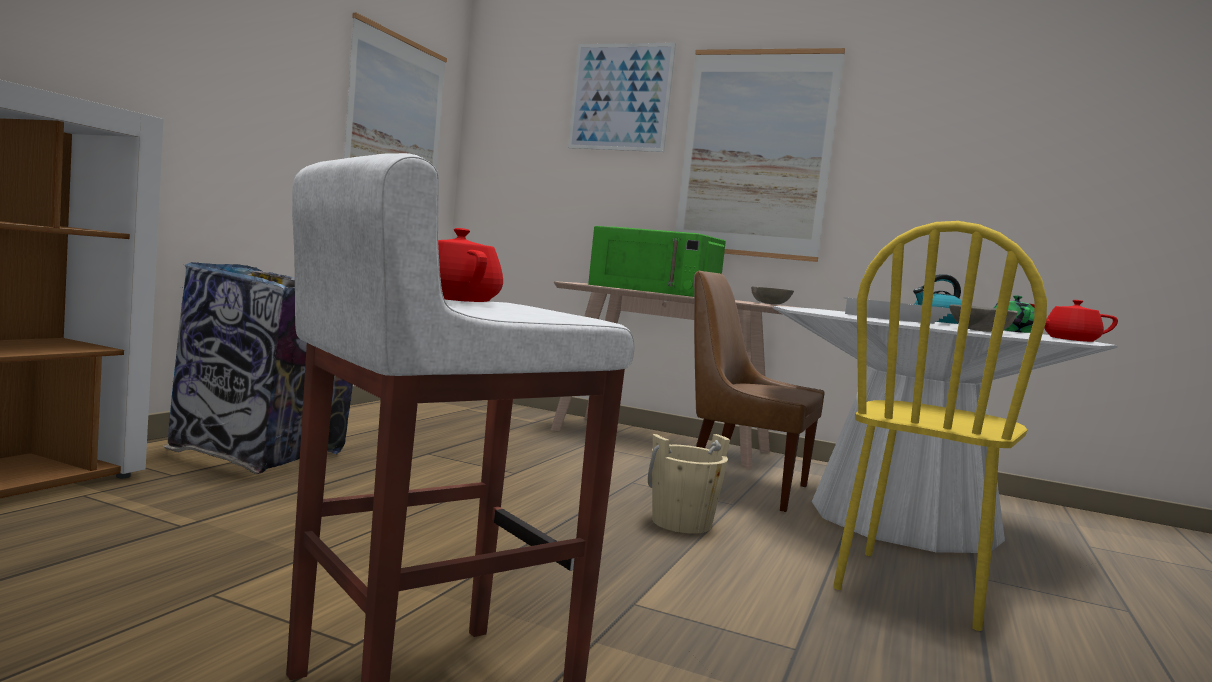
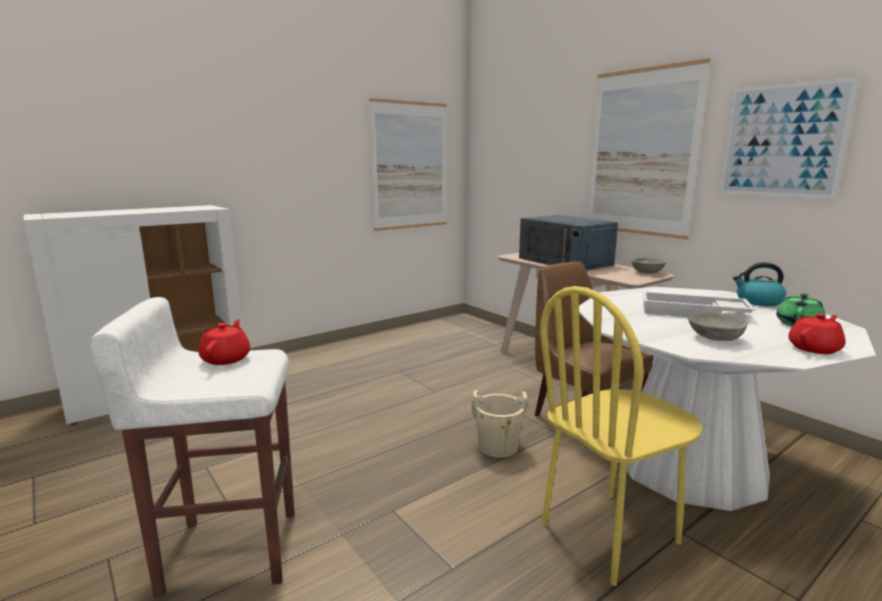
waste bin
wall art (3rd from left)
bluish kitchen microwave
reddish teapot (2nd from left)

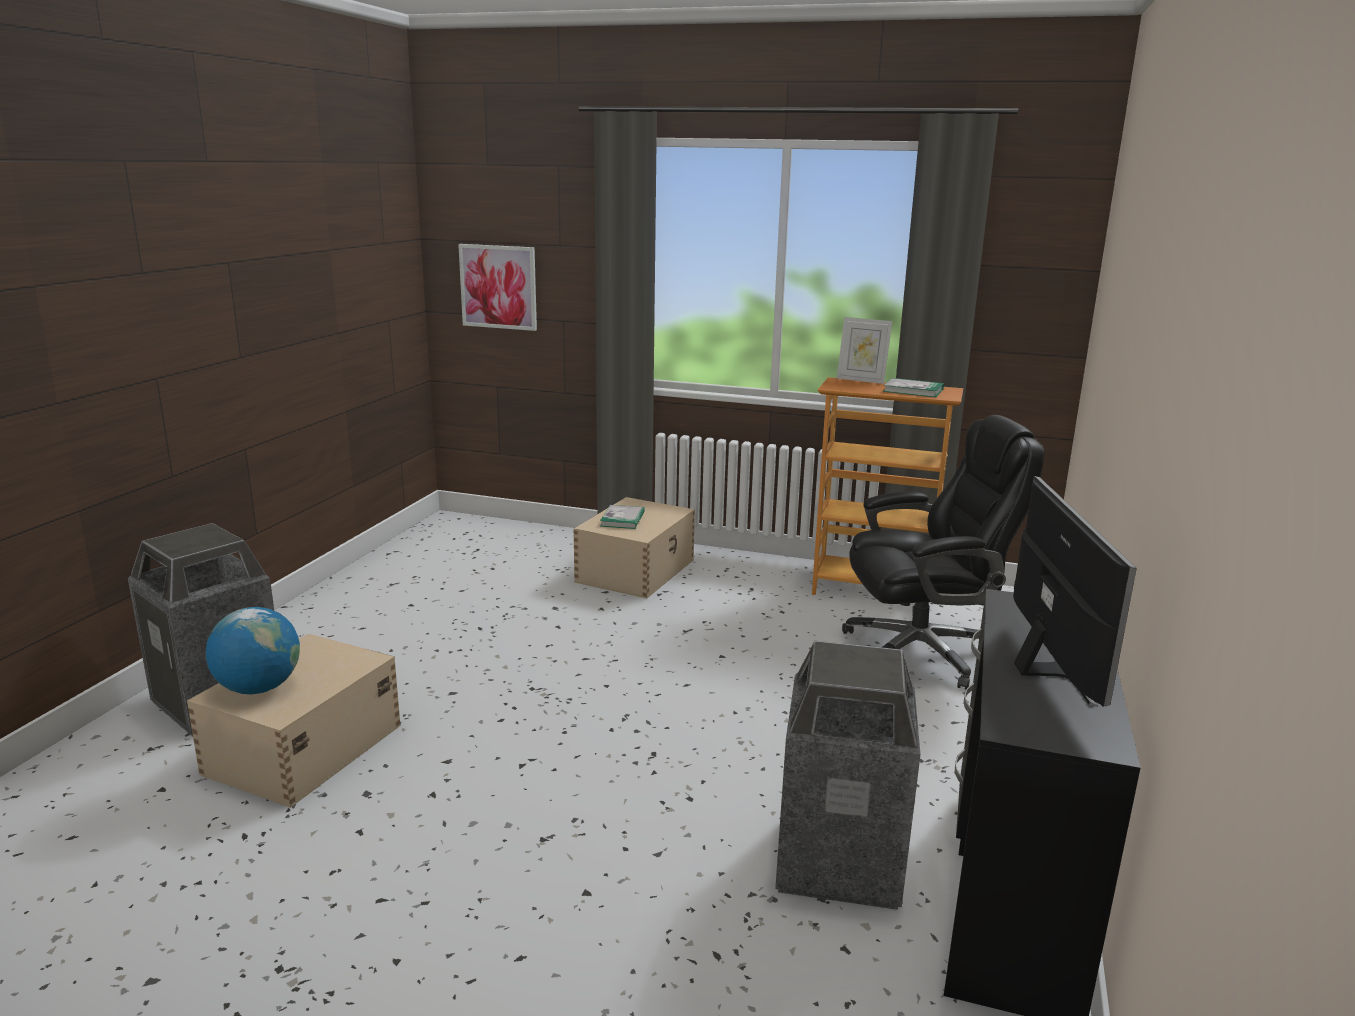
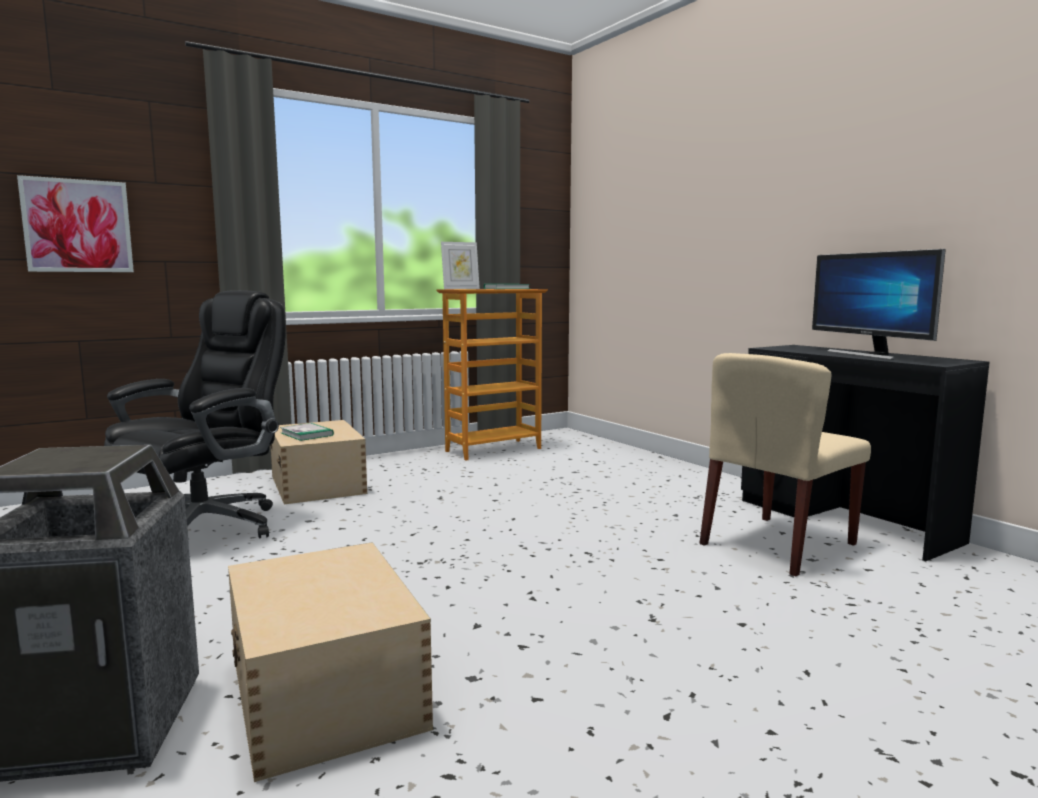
globe
sand-coloured upright chair
blackish desk chair
computer screen

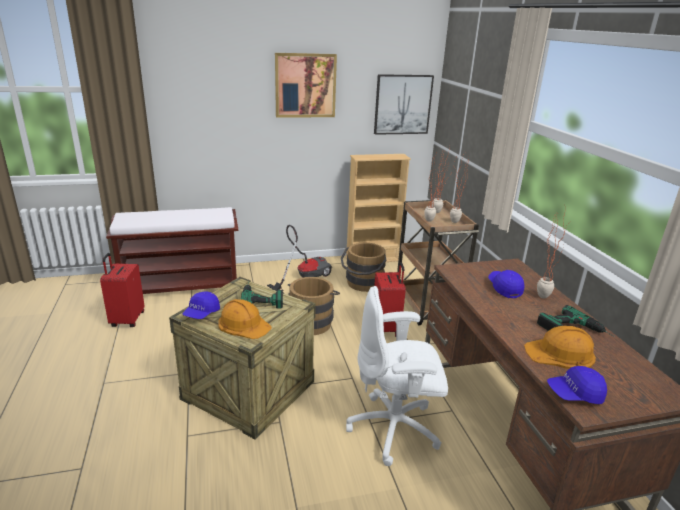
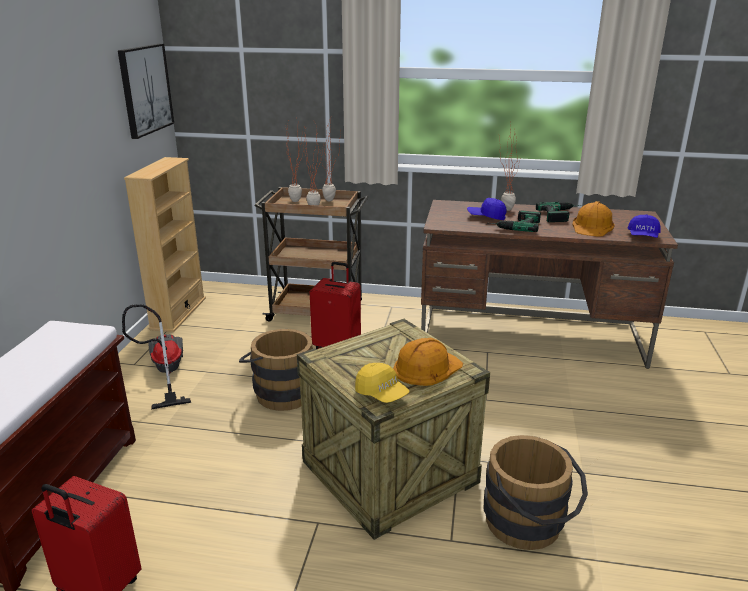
yellow-coloured baseball cap
drill (1st from left)
wall art (1st from left in the first image)
brown pail (2nd from left)
white-coloured desk chair

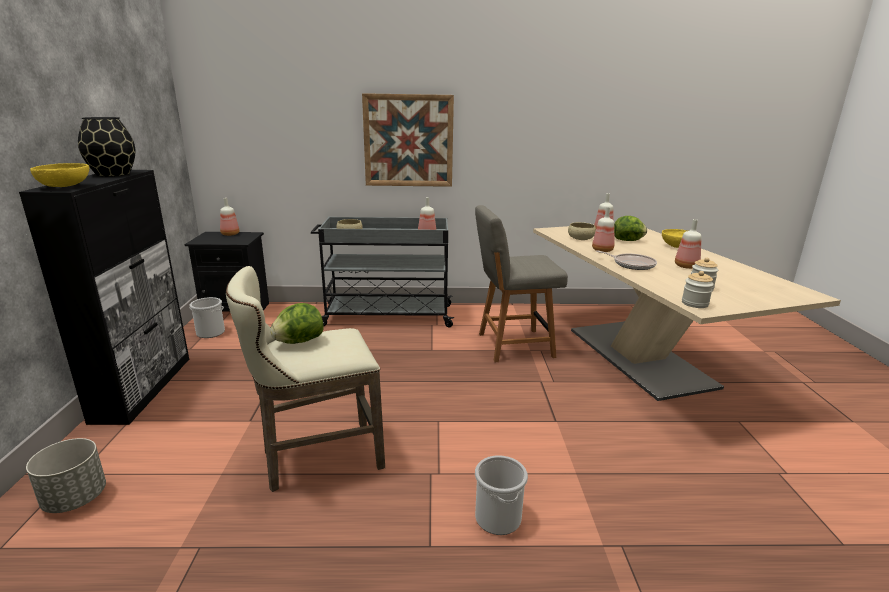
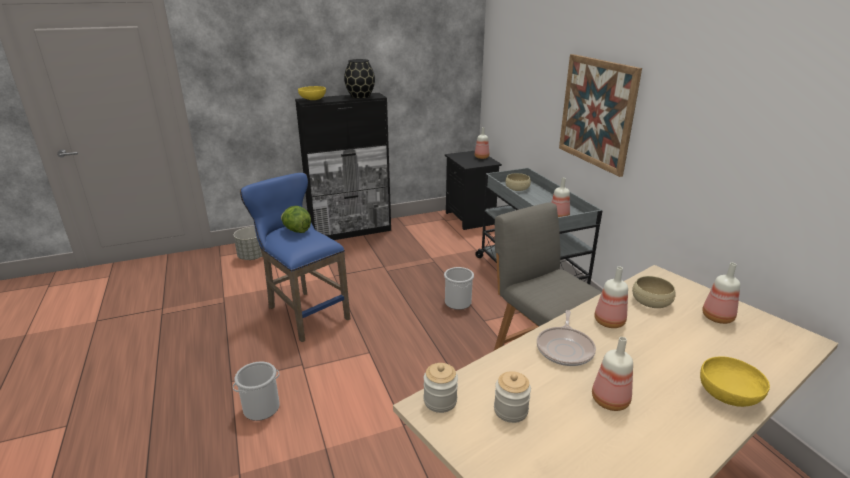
pail (2nd from left)
bluish sitting stool
lettuce (2nd from left in the first image)

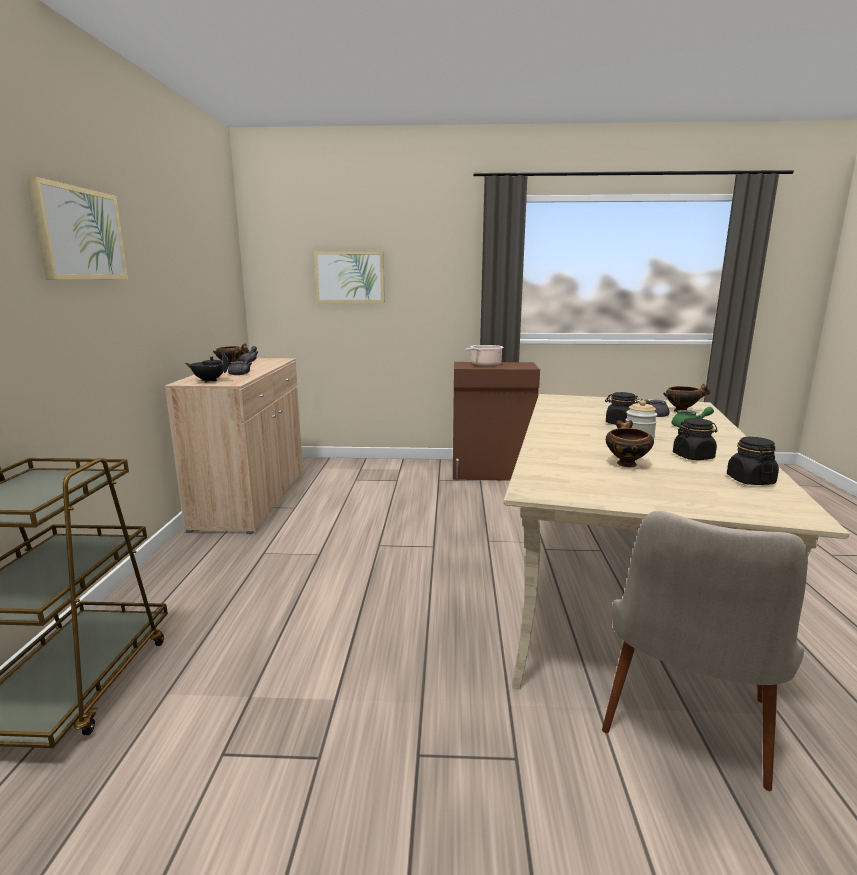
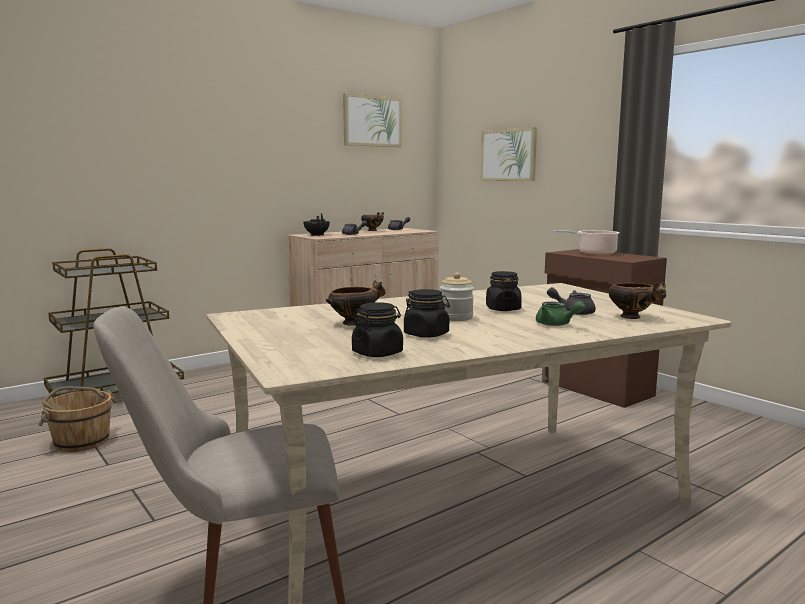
wall art (1st from left)
brown pail

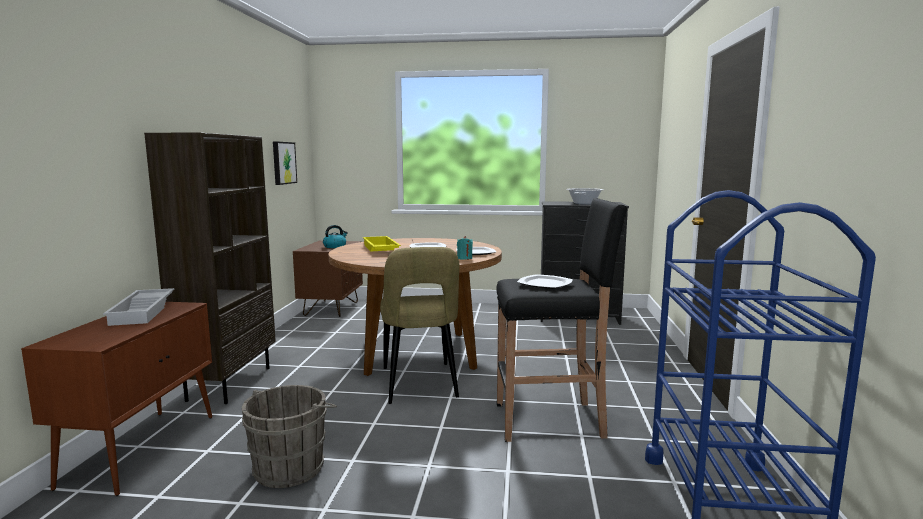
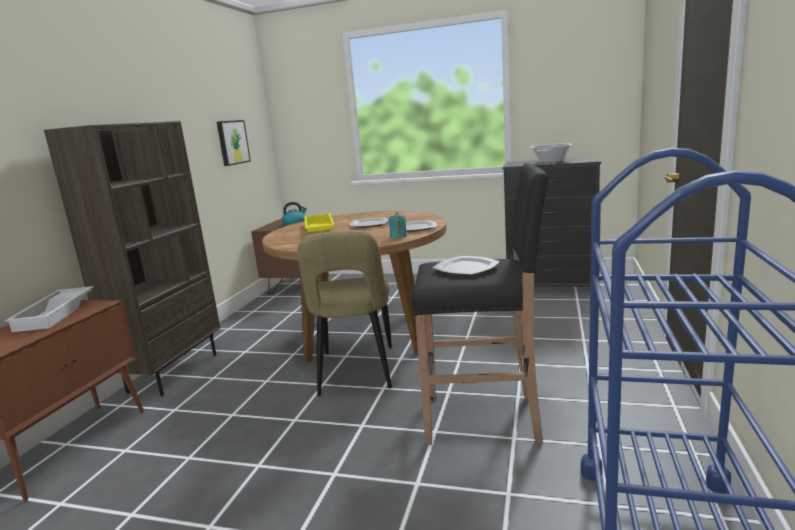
grey pail

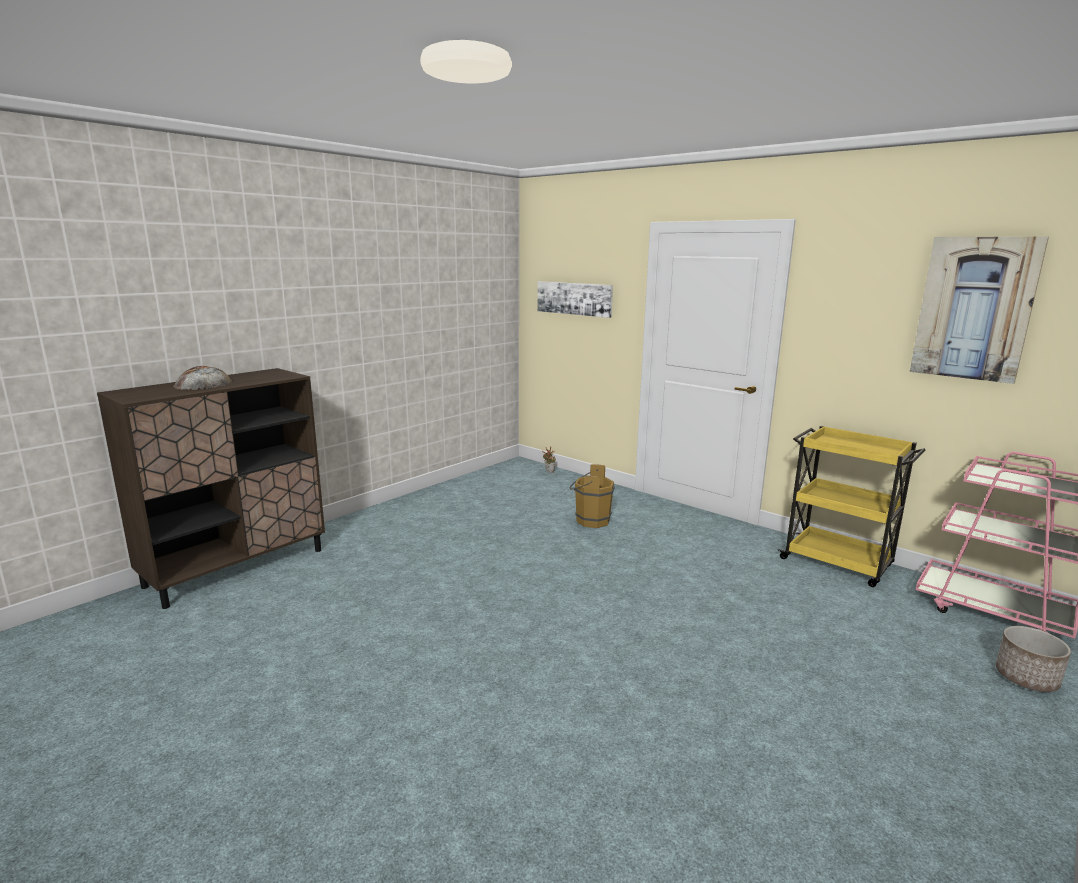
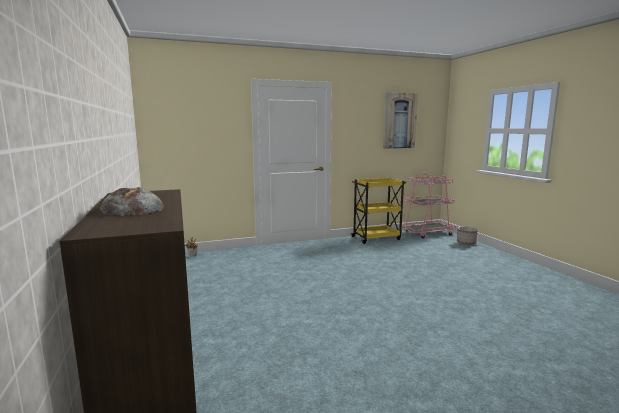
wall art (1st from left in the first image)
brown pail

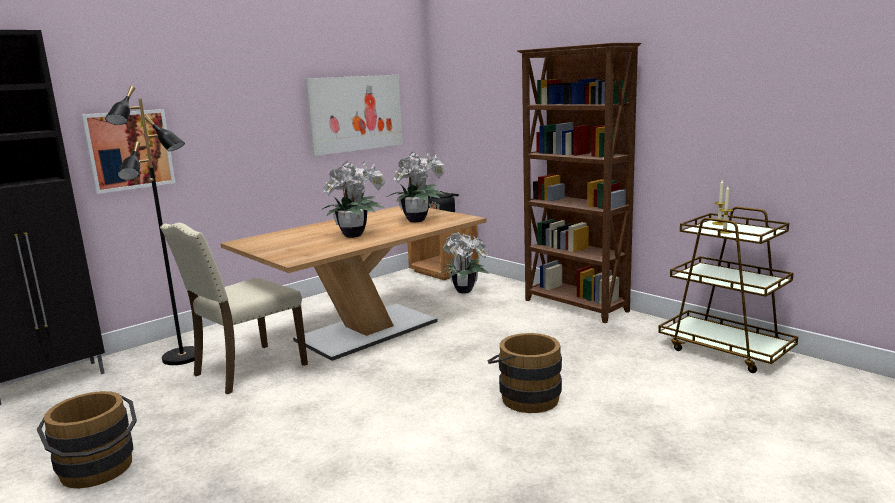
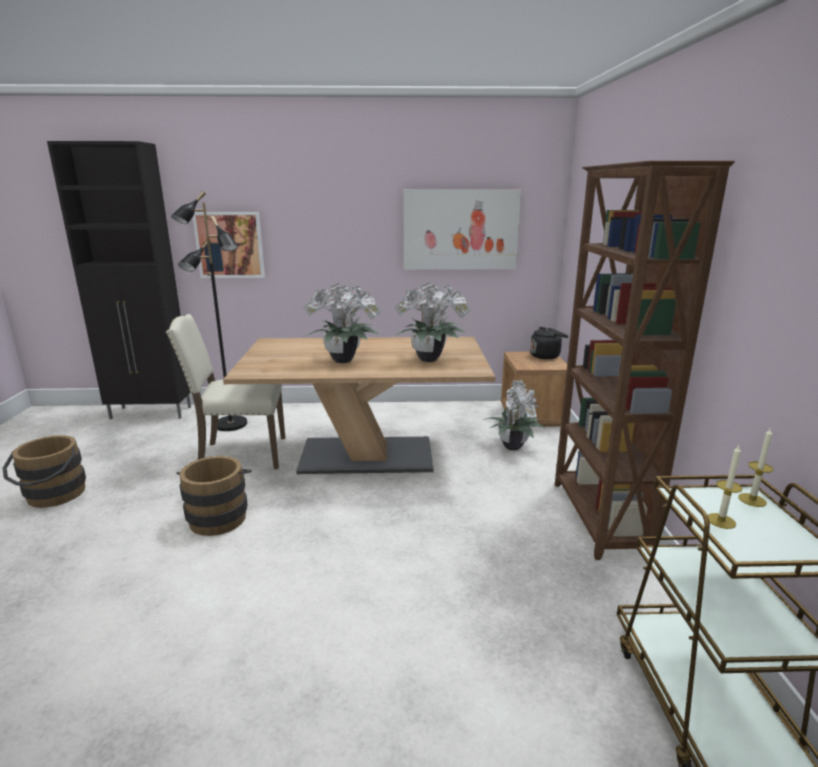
brown pail (2nd from left)

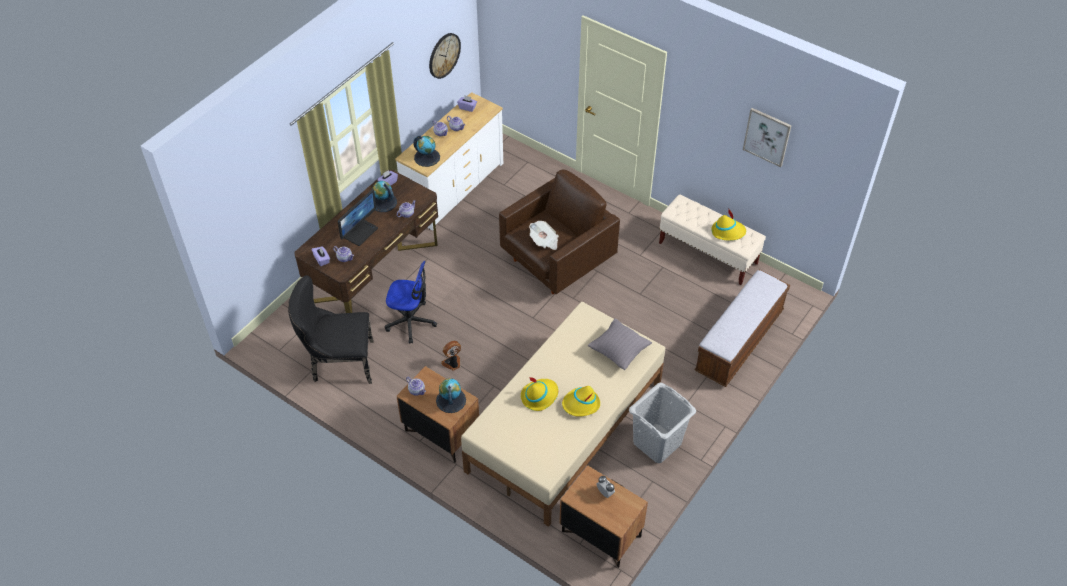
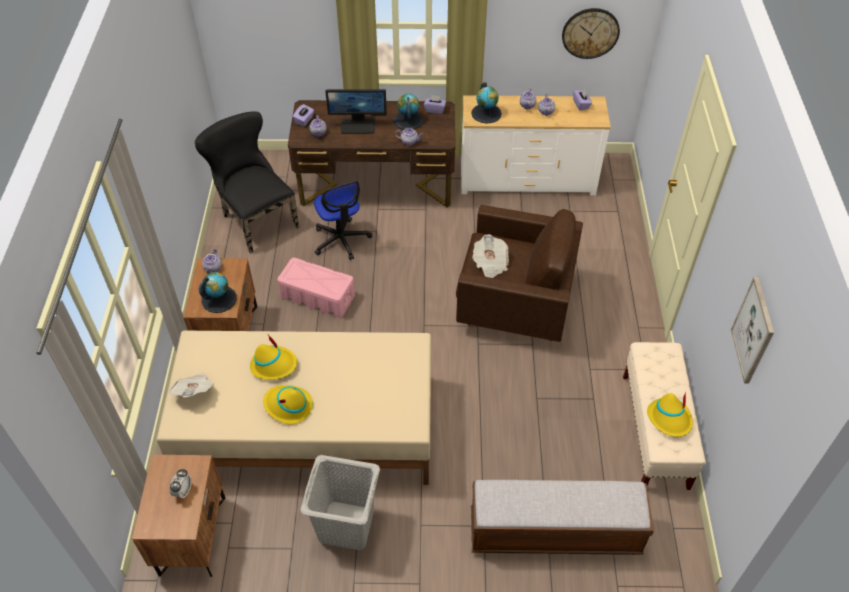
pink-coloured storage container
grey pillow
daily paper (1st from left)

